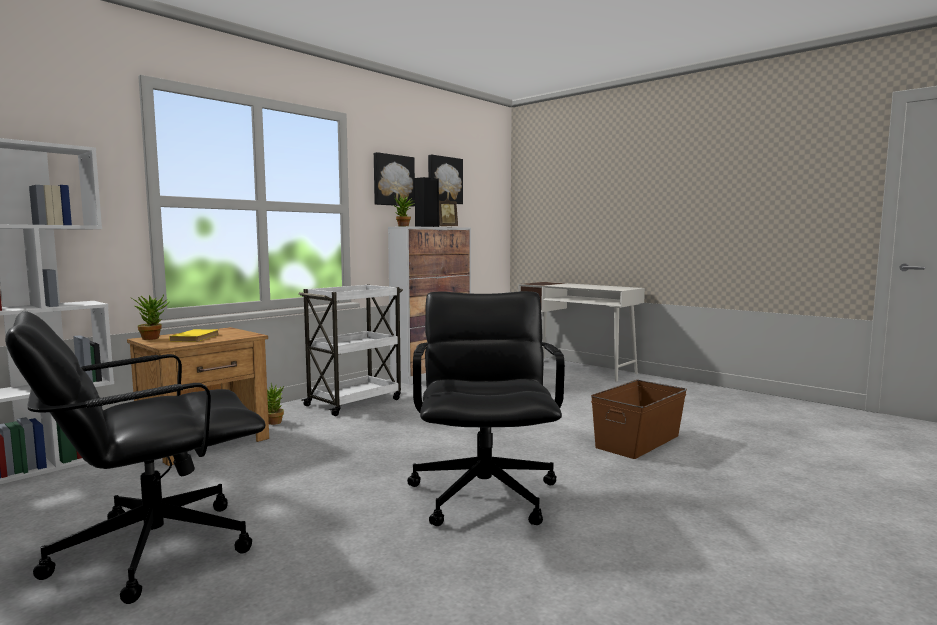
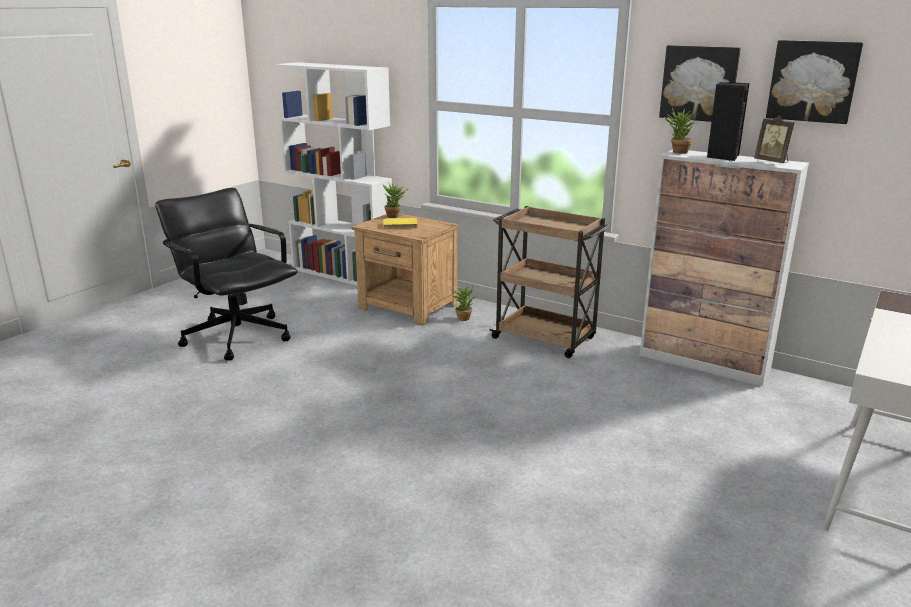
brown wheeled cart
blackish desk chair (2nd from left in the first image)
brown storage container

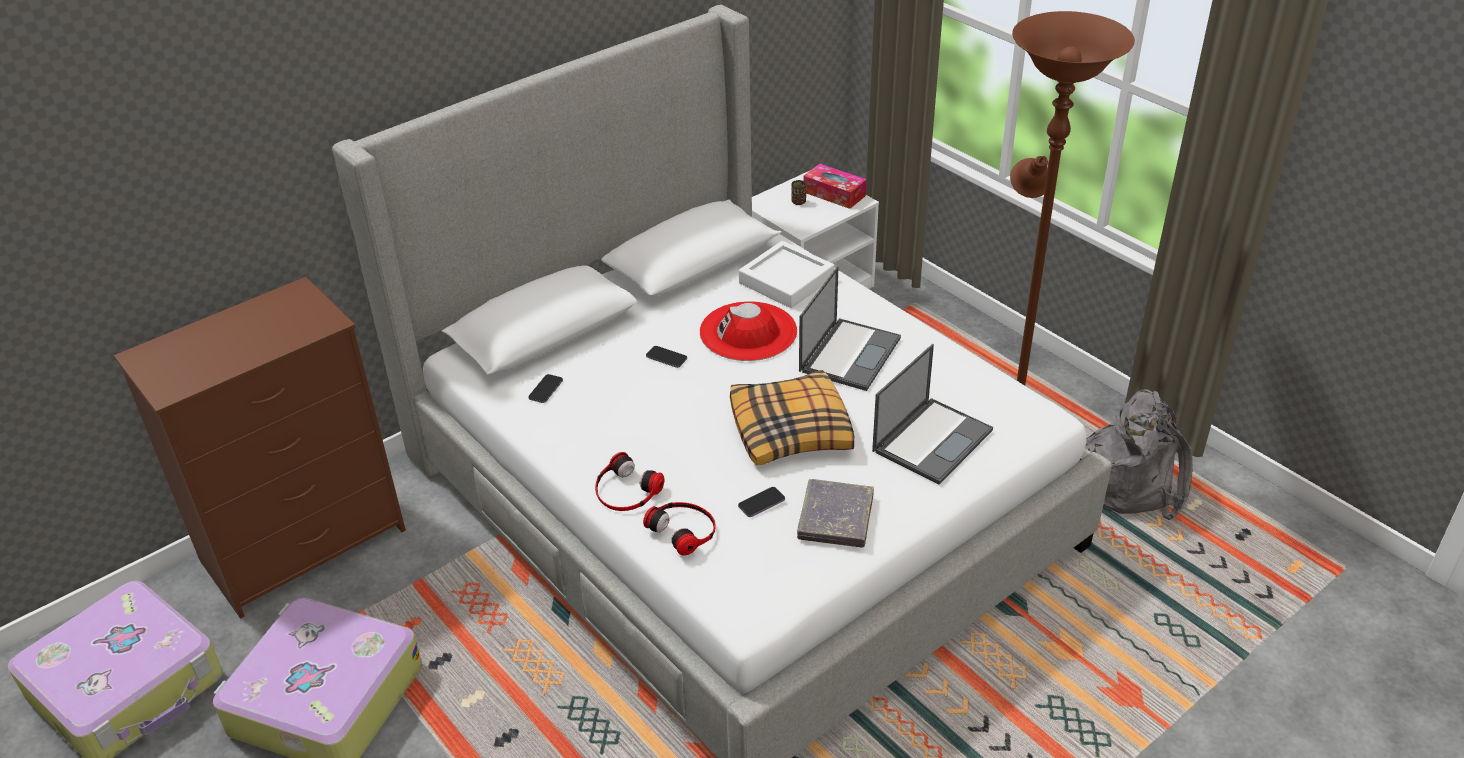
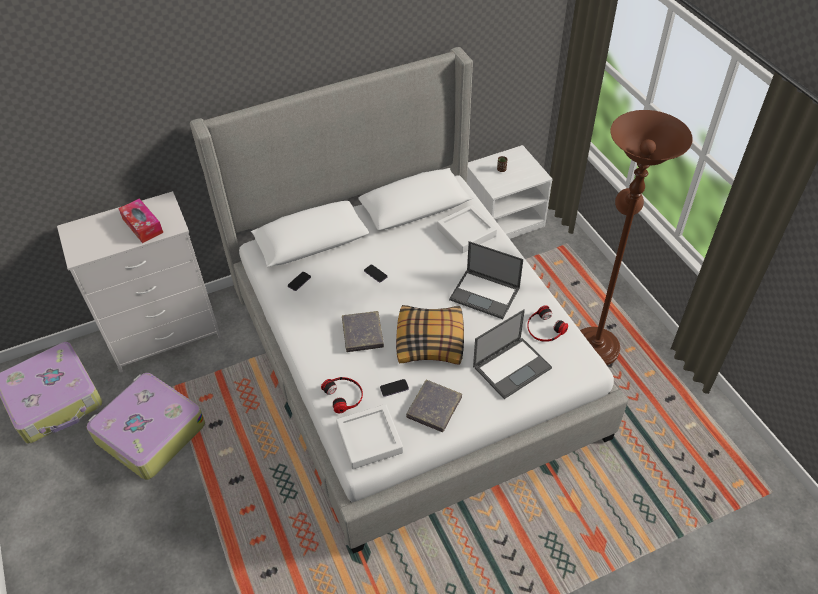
white-coloured dresser
headphones (2nd from left)
reddish clothing hat
notebook computer (1st from left)
tissue box
grey rucksack
white-coloured carrying tray (1st from left)
grey bound book (1st from left)

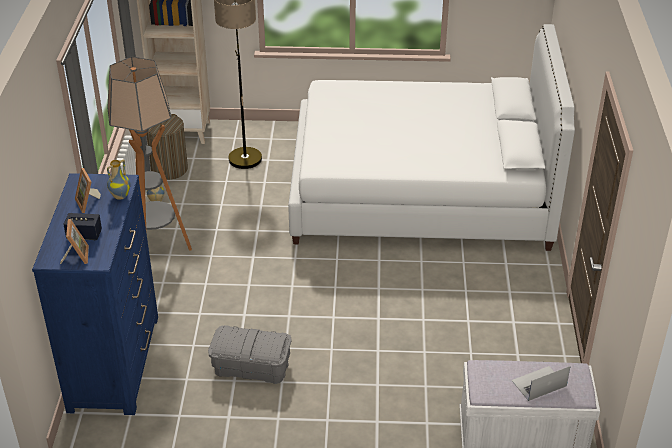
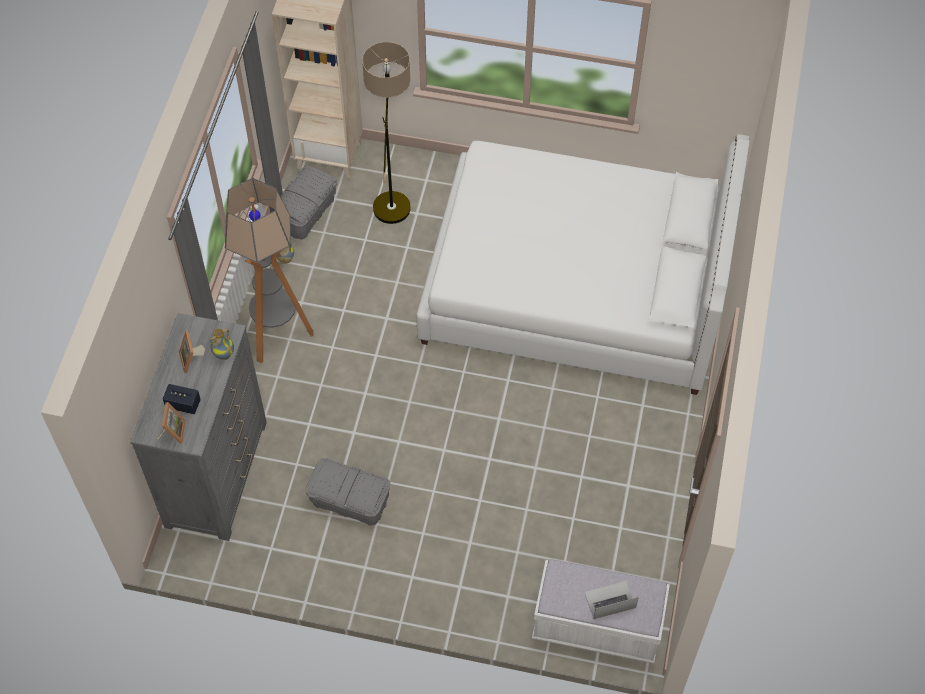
grey dresser
grey storage container (1st from left)

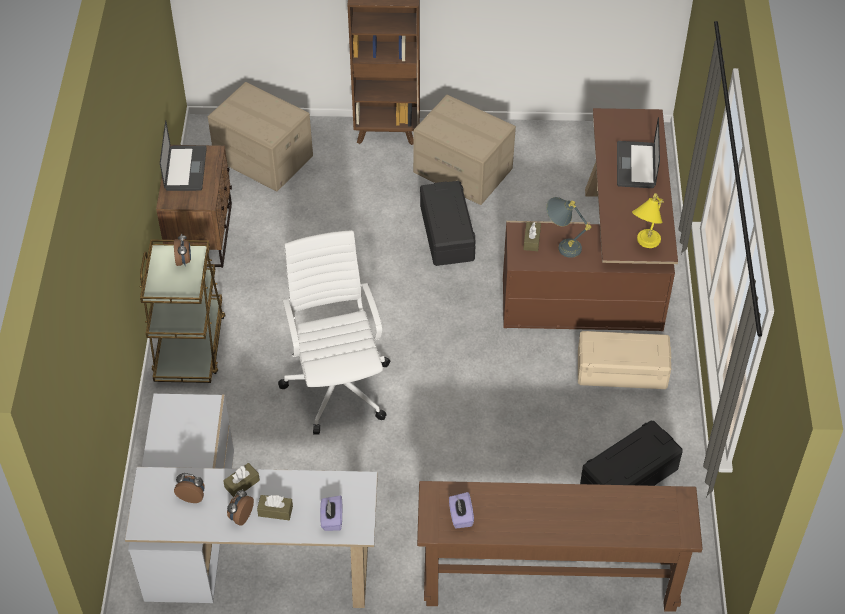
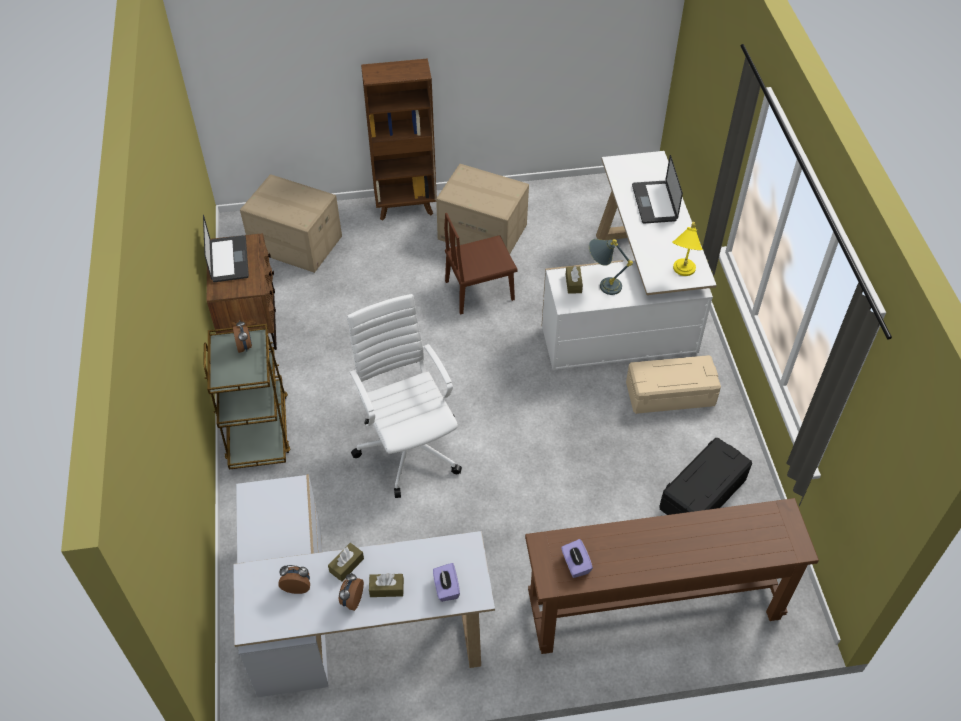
brown upright chair
white-coloured desk (2nd from left)

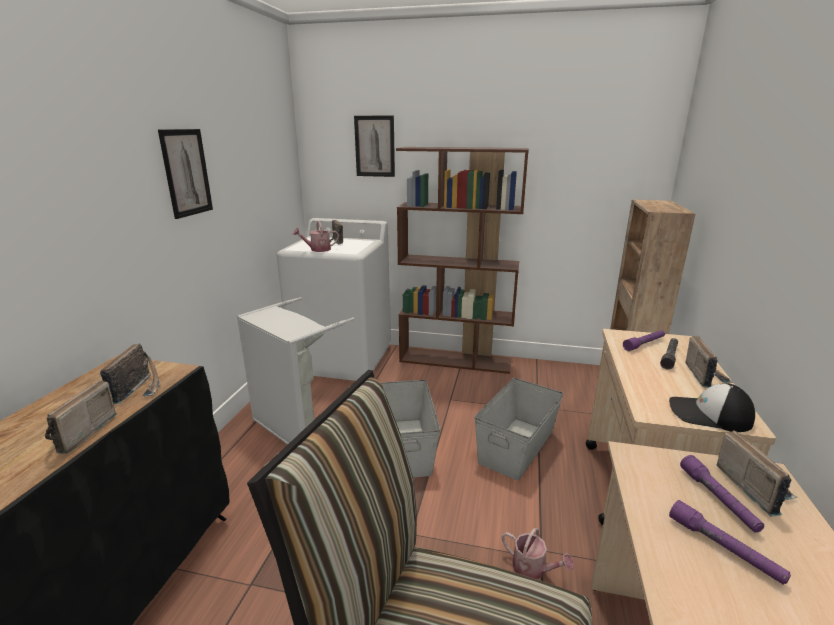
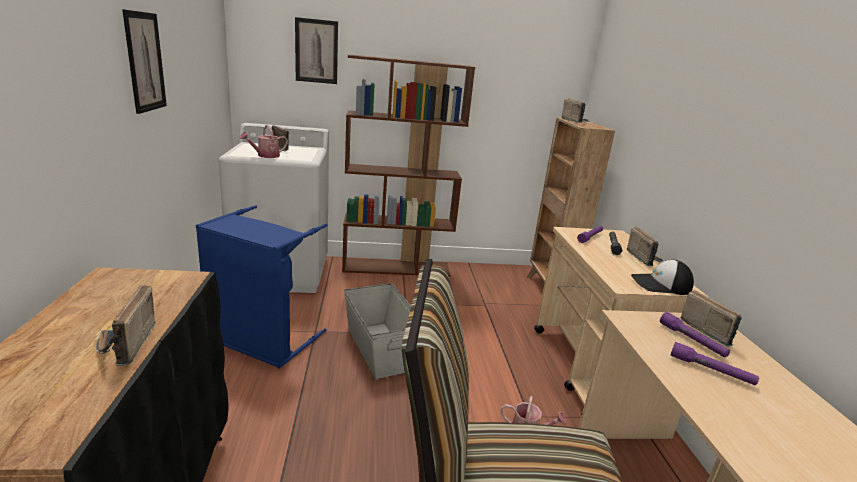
radio set (3rd from left)
bluish washing basket
grey storage container (2nd from left in the first image)

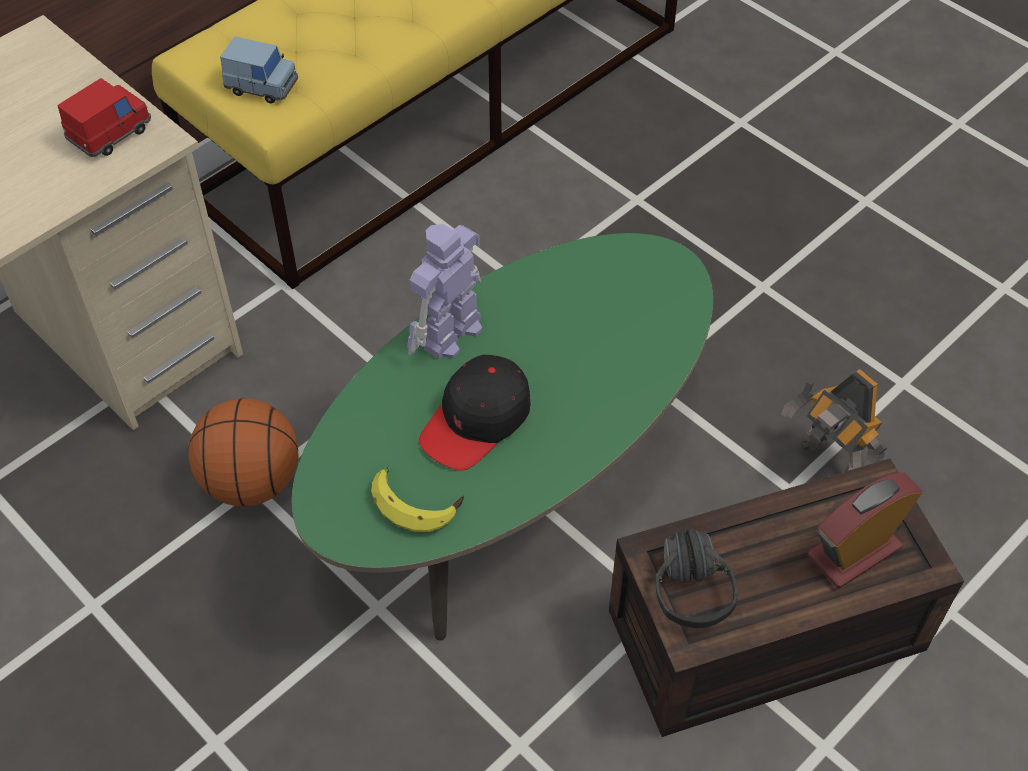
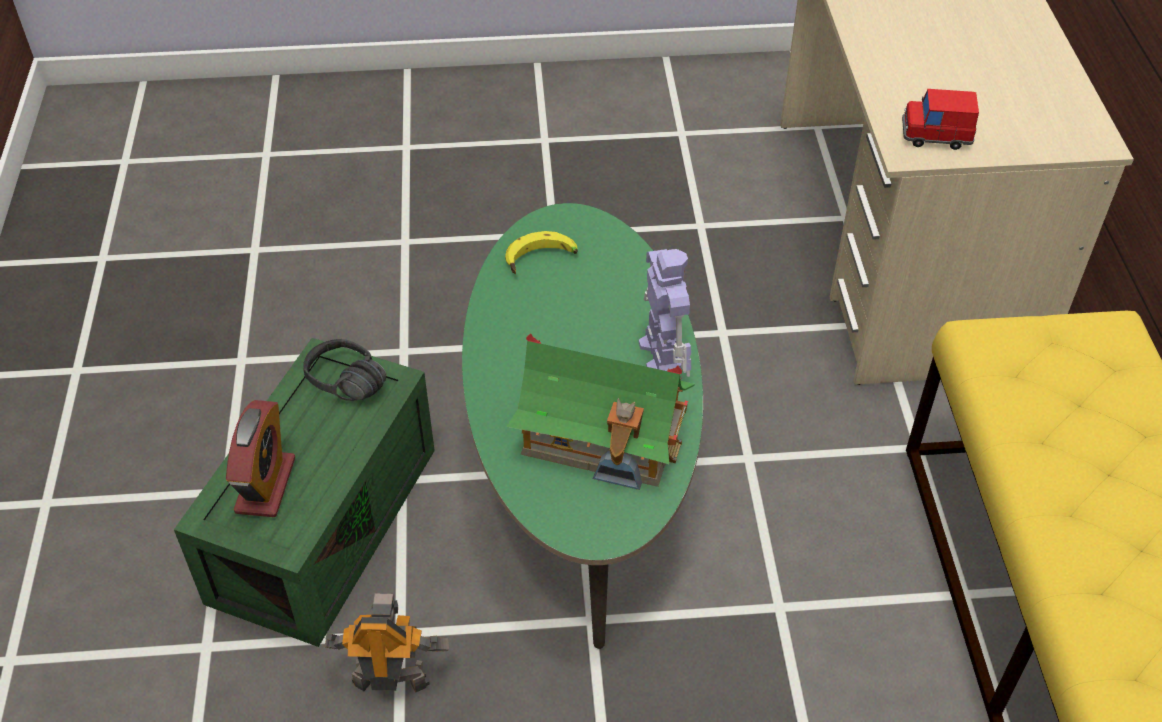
reddish toy car
ball for basketball
bluish toy car
blackish baseball cap
green-coloured storage container
model house

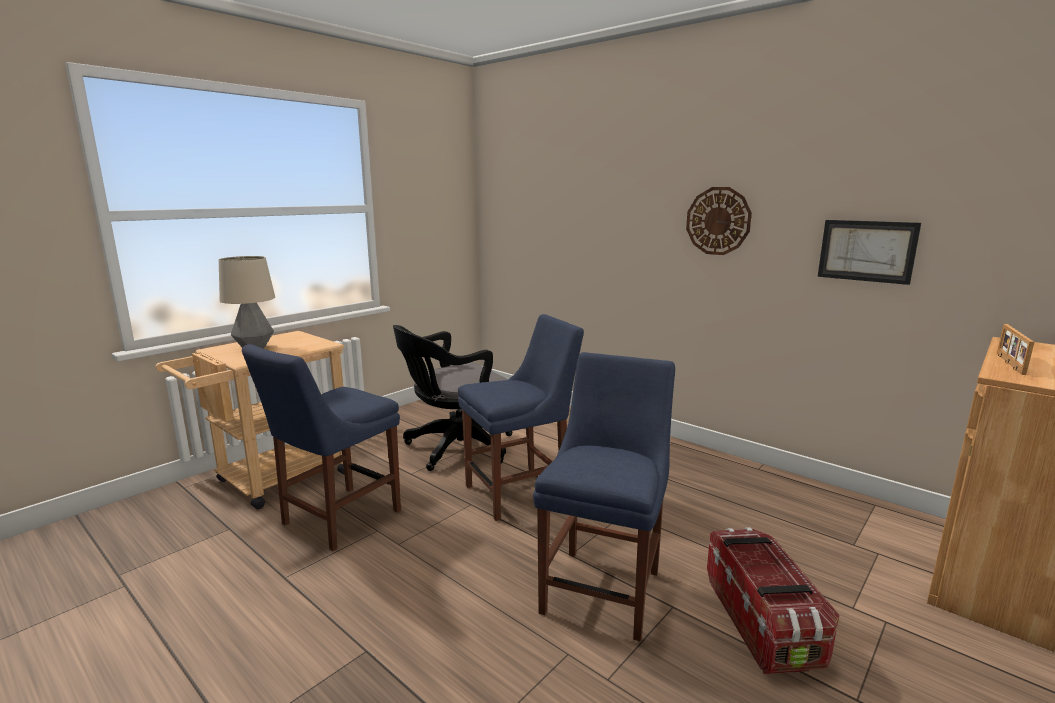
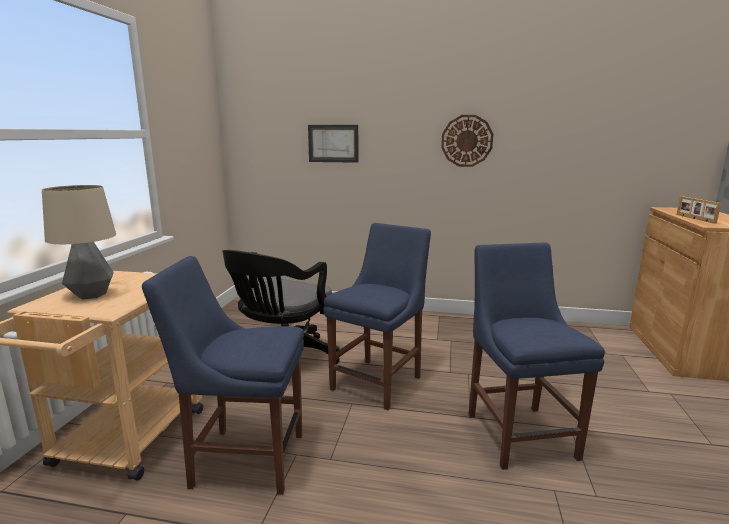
bluish upright chair (1st from left)
storage container
wall art

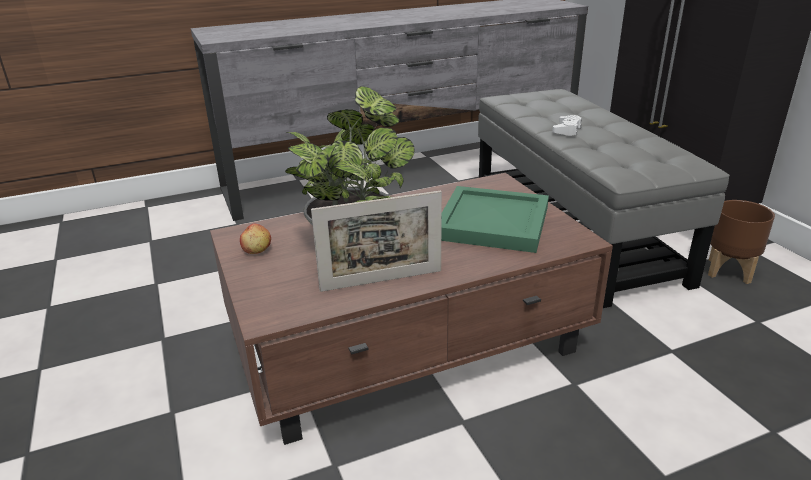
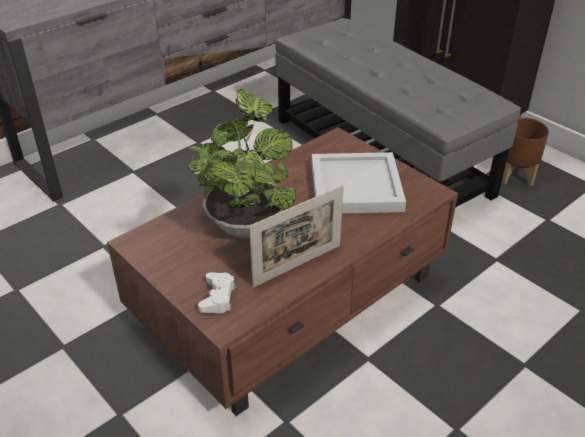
apple
white-coloured carrying tray
white-coloured gamepad

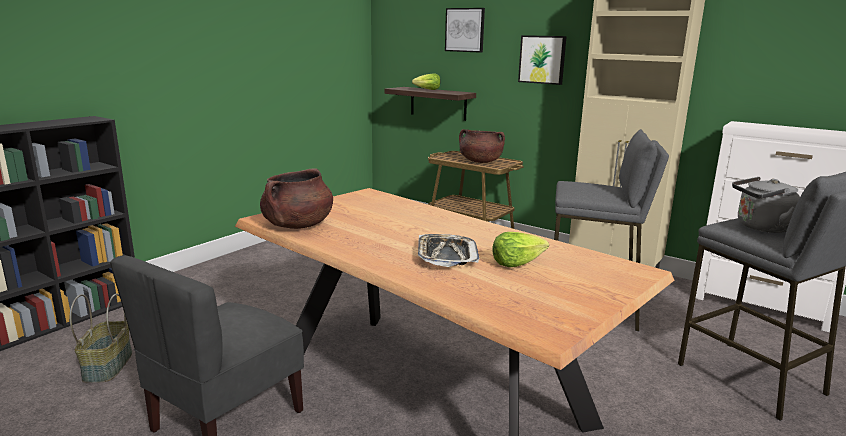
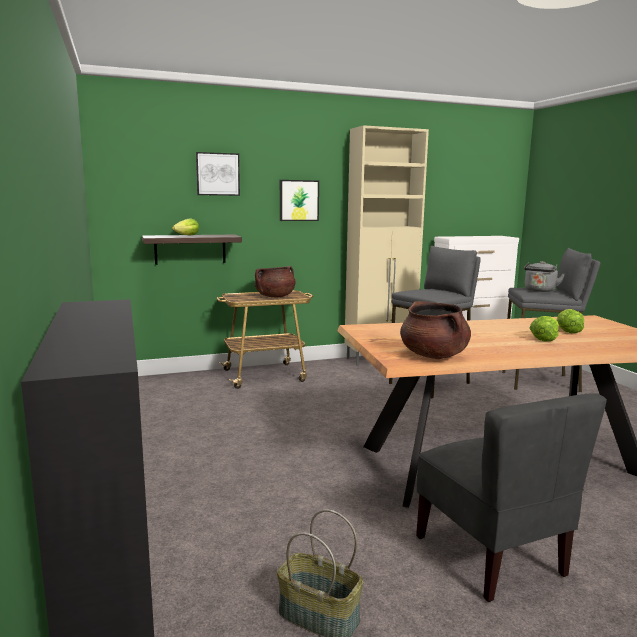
lettuce (2nd from left)

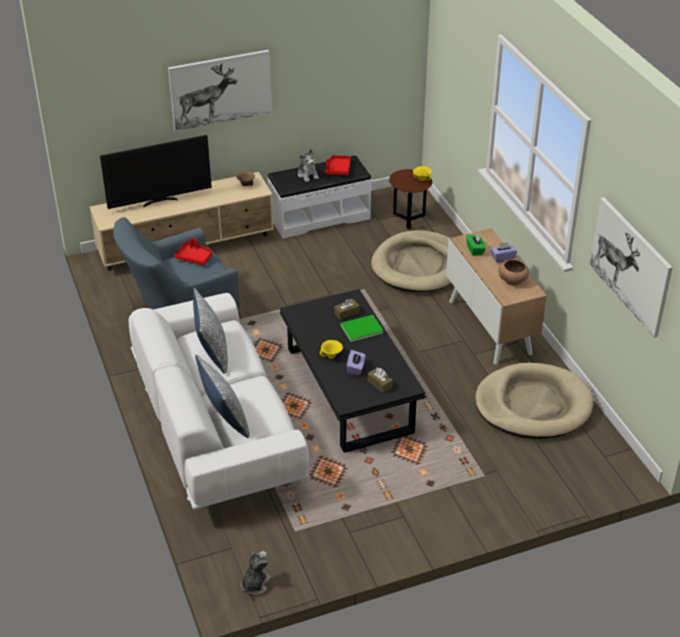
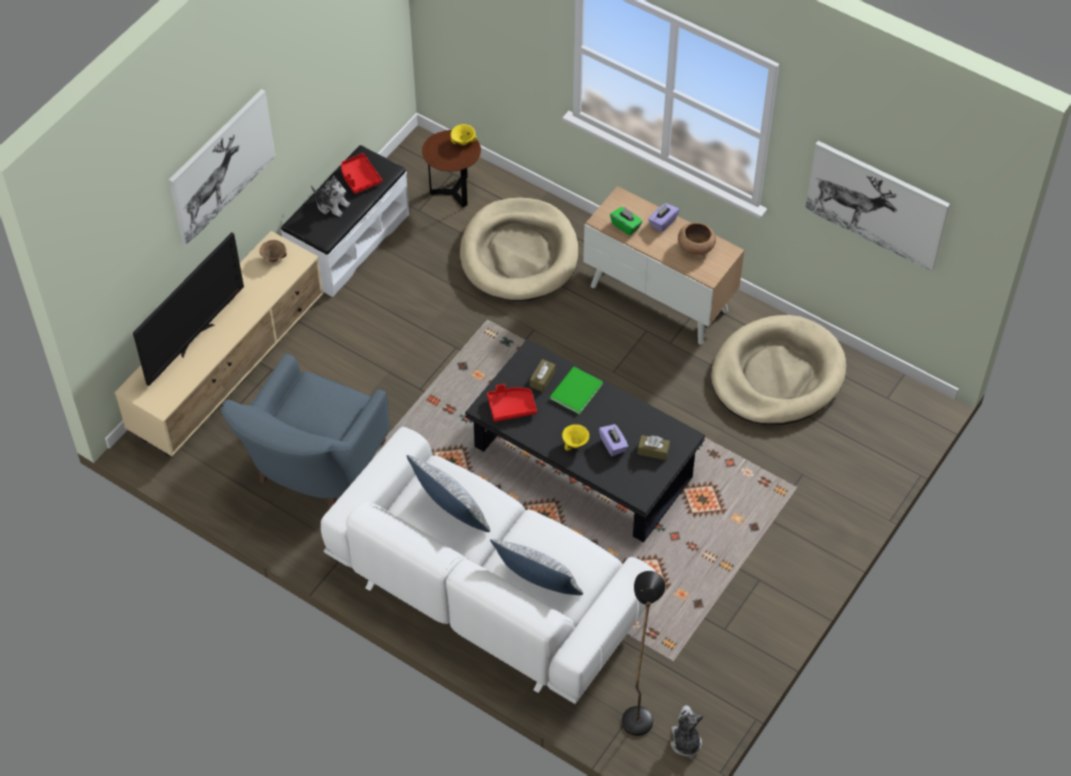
reddish carrying tray (2nd from left)
blackish standard lamp

